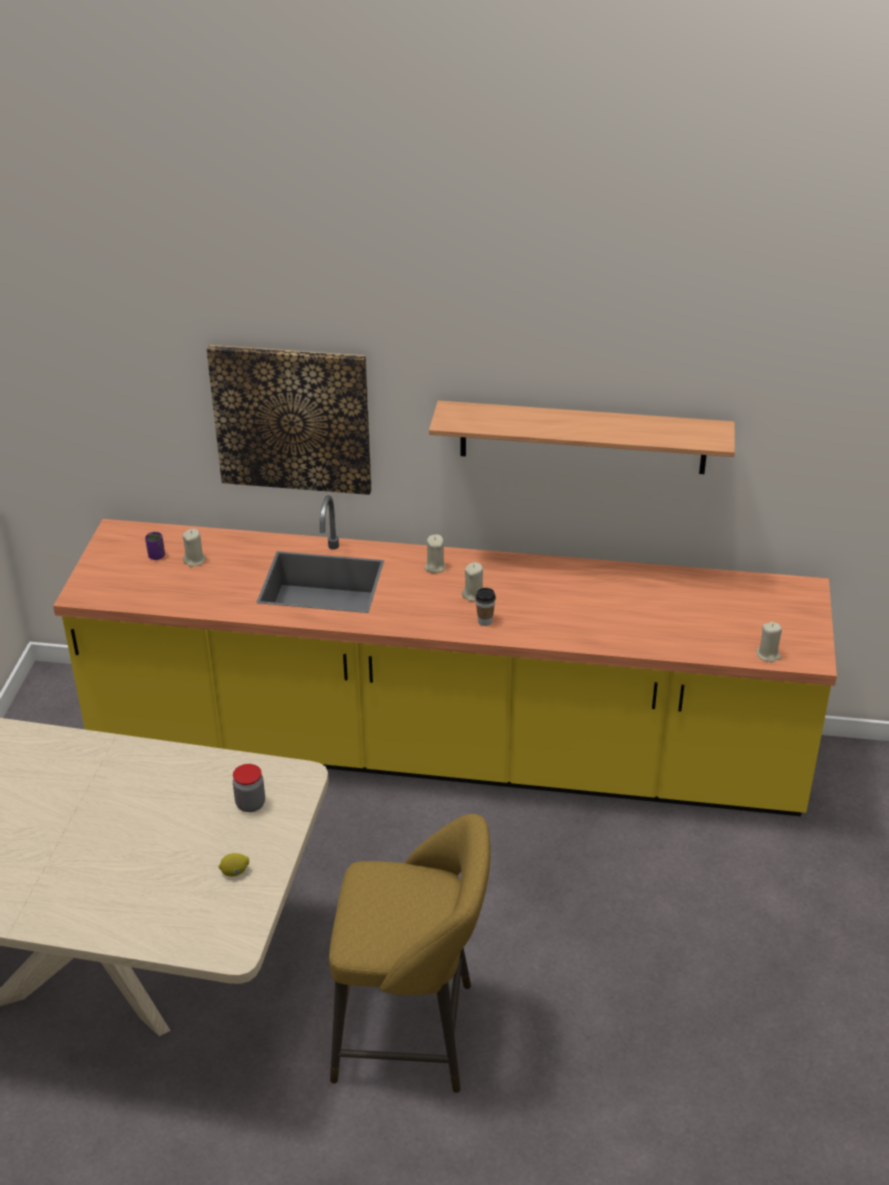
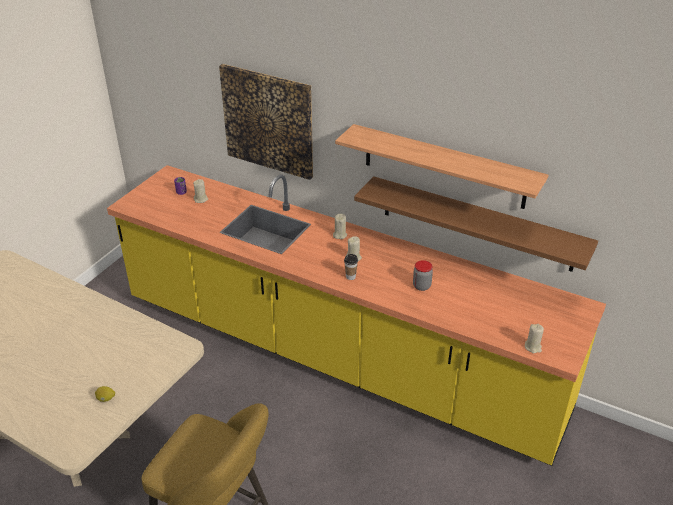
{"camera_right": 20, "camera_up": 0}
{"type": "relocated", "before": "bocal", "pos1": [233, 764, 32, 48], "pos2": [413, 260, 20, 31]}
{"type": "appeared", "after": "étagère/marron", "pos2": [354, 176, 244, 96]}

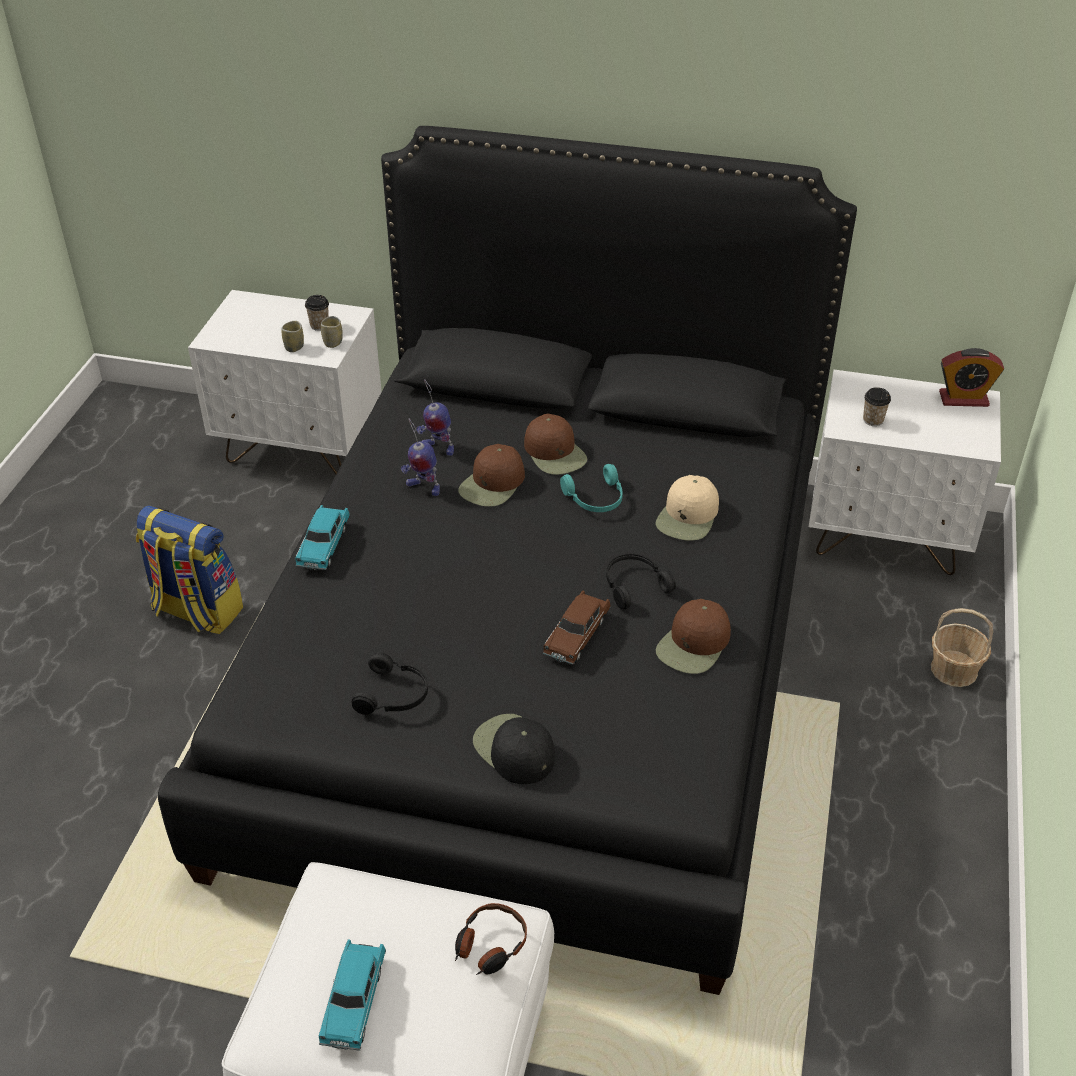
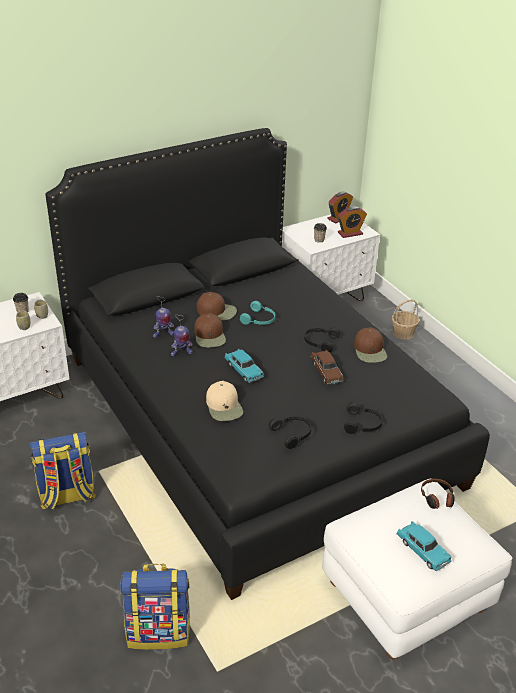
{"camera_right": -45, "camera_up": -5}
{"type": "relocated", "before": "petite voiture/turquoise", "pos1": [295, 505, 55, 65], "pos2": [224, 349, 40, 34]}
{"type": "exchanged", "before": "casquette/noir", "after": "casque audio/noir", "pos1": [473, 714, 82, 70], "pos2": [344, 402, 39, 32]}
{"type": "relocated", "before": "casquette/beige", "pos1": [656, 475, 63, 66], "pos2": [206, 381, 37, 40]}
{"type": "appeared", "after": "sac à dos", "pos2": [120, 564, 70, 86]}
{"type": "appeared", "after": "réveil", "pos2": [338, 206, 29, 32]}

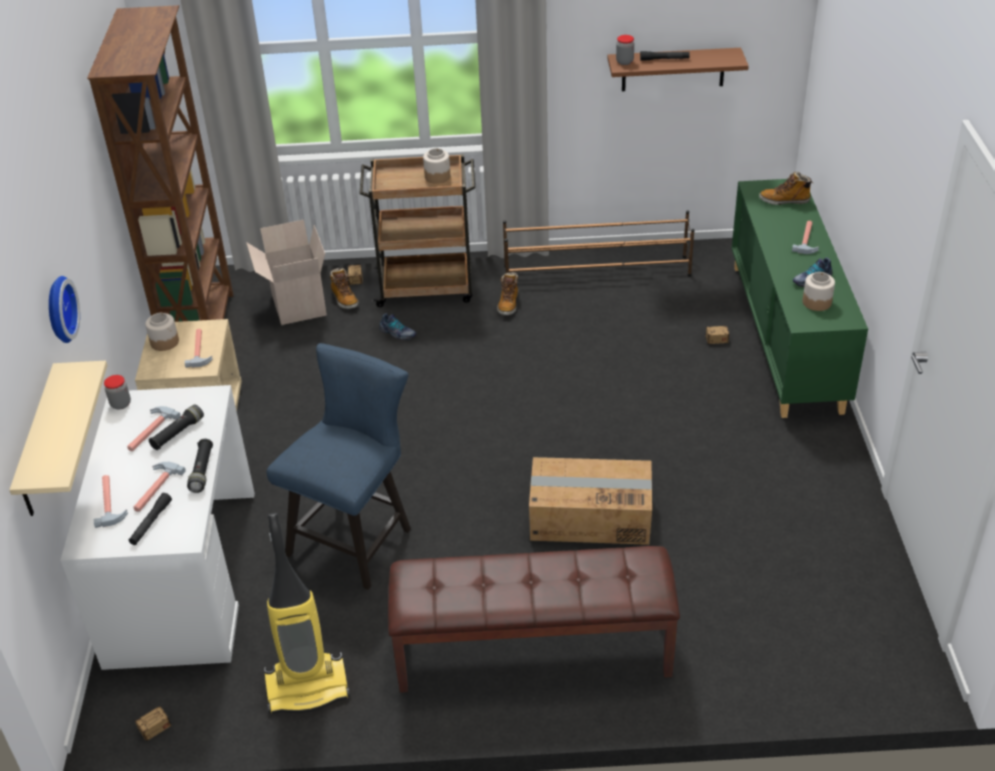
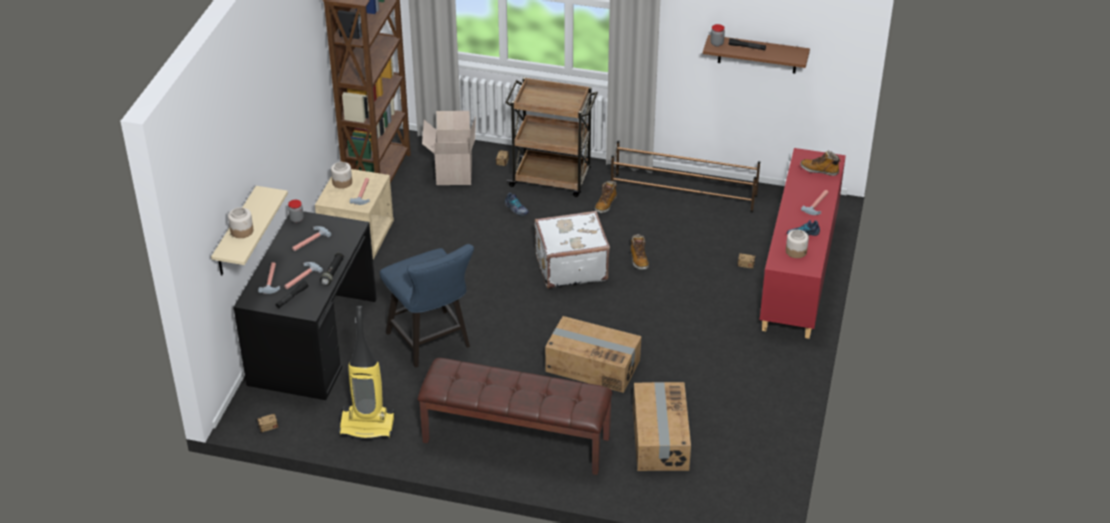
{"camera_right": 15, "camera_up": 0}
{"type": "missing", "before": "horloge murale", "pos1": [49, 276, 31, 67]}
{"type": "colour", "before": "bureau/blanc", "after": "bureau/noir", "pos1": [60, 385, 195, 285], "pos2": [233, 211, 144, 189]}
{"type": "missing", "before": "lampe de poche/noir", "pos1": [149, 405, 55, 45]}
{"type": "spun", "before": "chaise/bleu", "pos1": [267, 343, 144, 247], "pos2": [380, 244, 94, 124], "turn": 105}
{"type": "relocated", "before": "botte", "pos1": [330, 268, 28, 41], "pos2": [630, 234, 19, 36]}
{"type": "relocated", "before": "bocal", "pos1": [423, 148, 27, 36], "pos2": [228, 207, 25, 31]}
{"type": "colour", "before": "meuble de rangement/vert", "after": "meuble de rangement/rouge", "pos1": [731, 179, 137, 239], "pos2": [759, 148, 87, 191]}
{"type": "appeared", "after": "valise/blanc", "pos2": [534, 211, 76, 78]}
{"type": "appeared", "after": "carton", "pos2": [633, 382, 58, 89]}

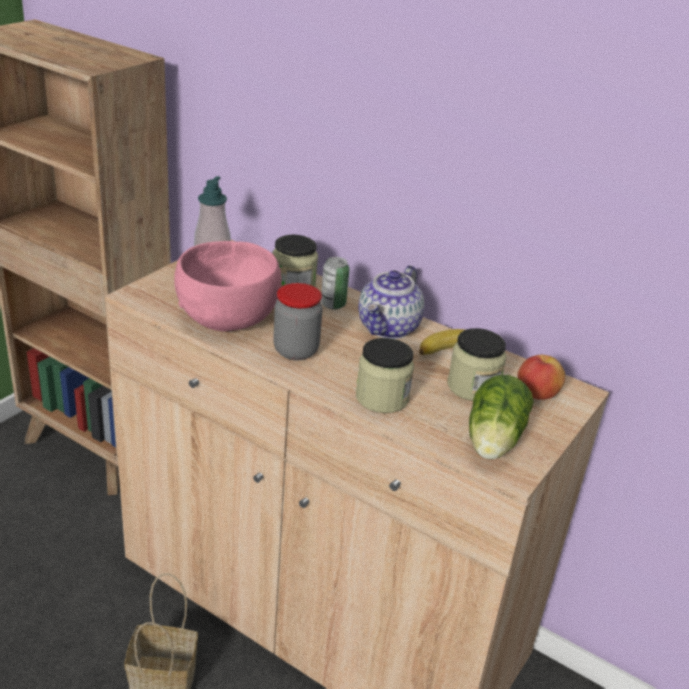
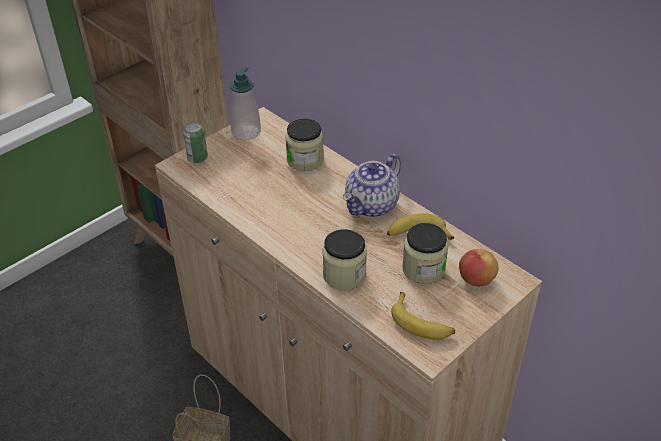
{"camera_right": 15, "camera_up": 10}
{"type": "missing", "before": "bol/rose", "pos1": [174, 241, 108, 91]}
{"type": "missing", "before": "bocal", "pos1": [273, 283, 50, 77]}
{"type": "relocated", "before": "boîte métallique", "pos1": [321, 257, 28, 53], "pos2": [183, 122, 25, 41]}
{"type": "exchanged", "before": "laitue", "after": "banane", "pos1": [469, 375, 65, 85], "pos2": [391, 292, 64, 48]}

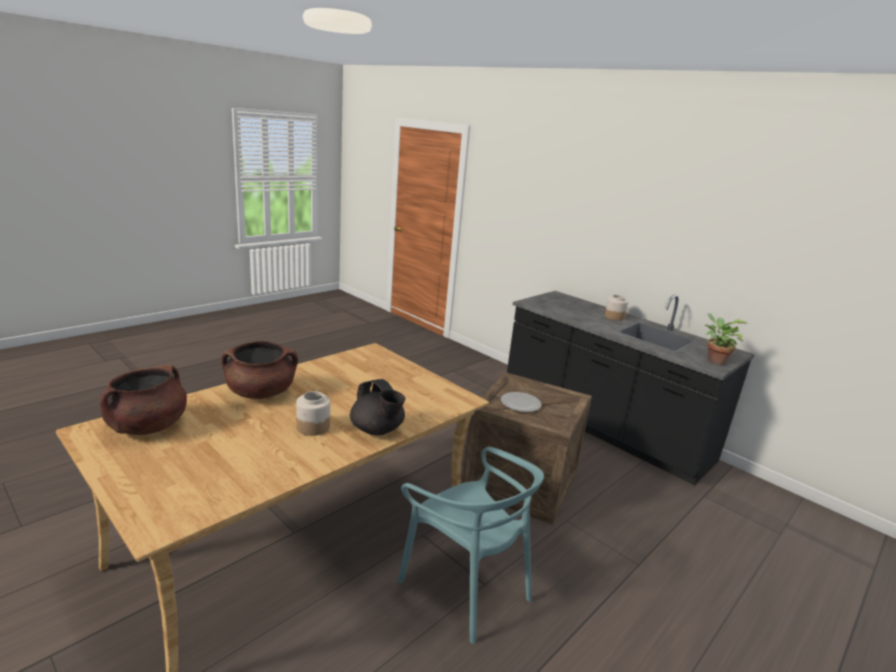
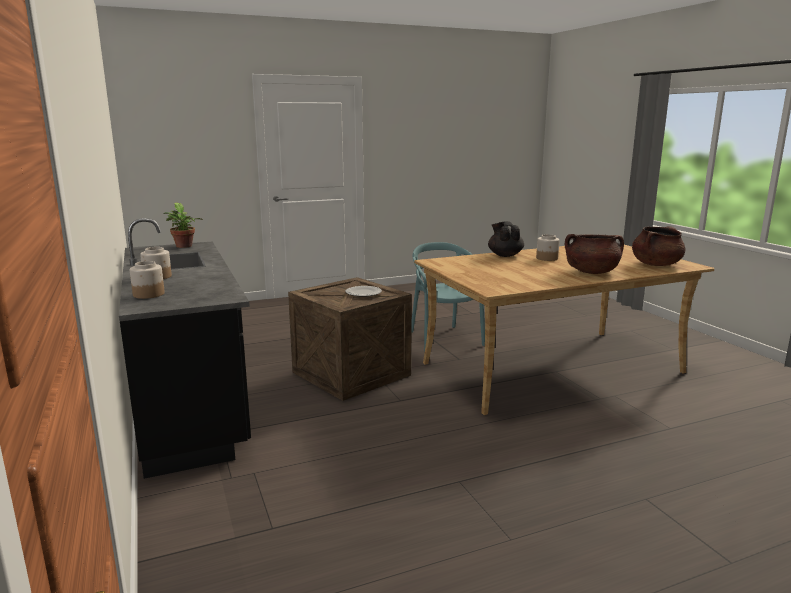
{"camera_right": -155, "camera_up": -5}
{"type": "appeared", "after": "bocal", "pos2": [130, 261, 35, 38]}

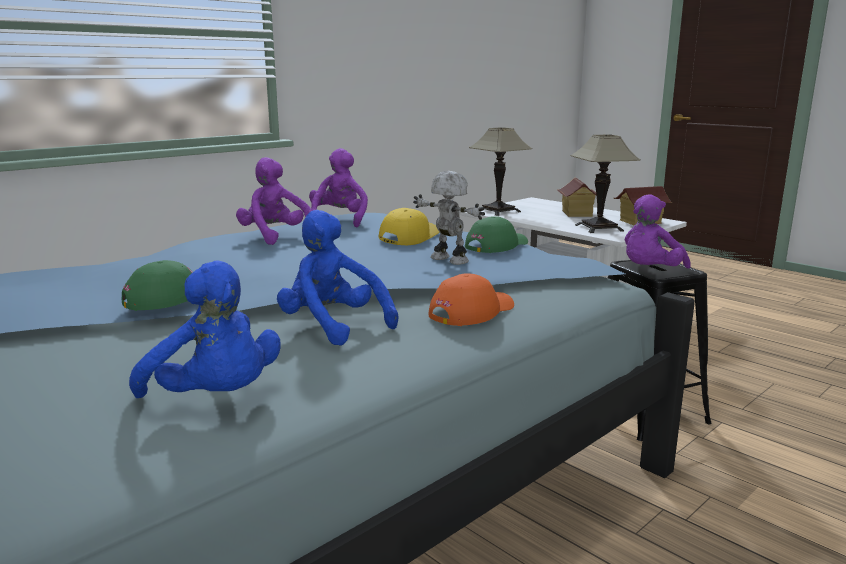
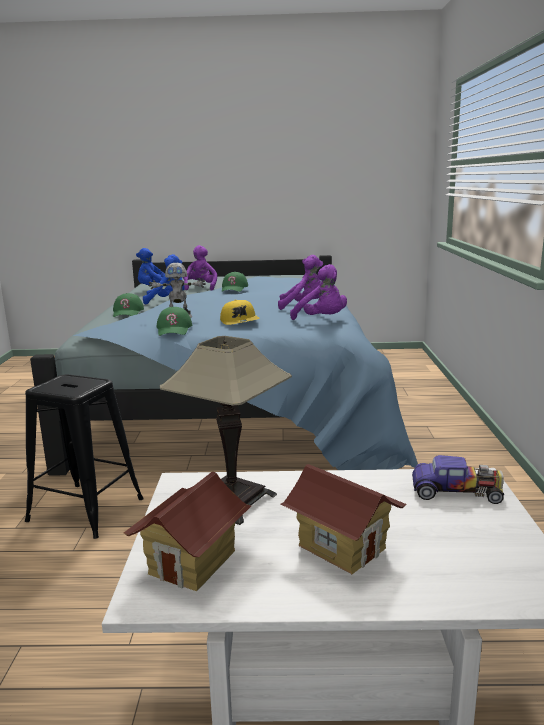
{"camera_right": 135, "camera_up": 0}
{"type": "colour", "before": "casquette/orange", "after": "casquette/vert", "pos1": [428, 274, 86, 52], "pos2": [113, 293, 31, 24]}
{"type": "exchanged", "before": "lampe de table", "after": "petite voiture", "pos1": [469, 127, 63, 89], "pos2": [412, 455, 92, 49]}
{"type": "relocated", "before": "peluche/violet", "pos1": [624, 195, 67, 74], "pos2": [182, 245, 35, 45]}

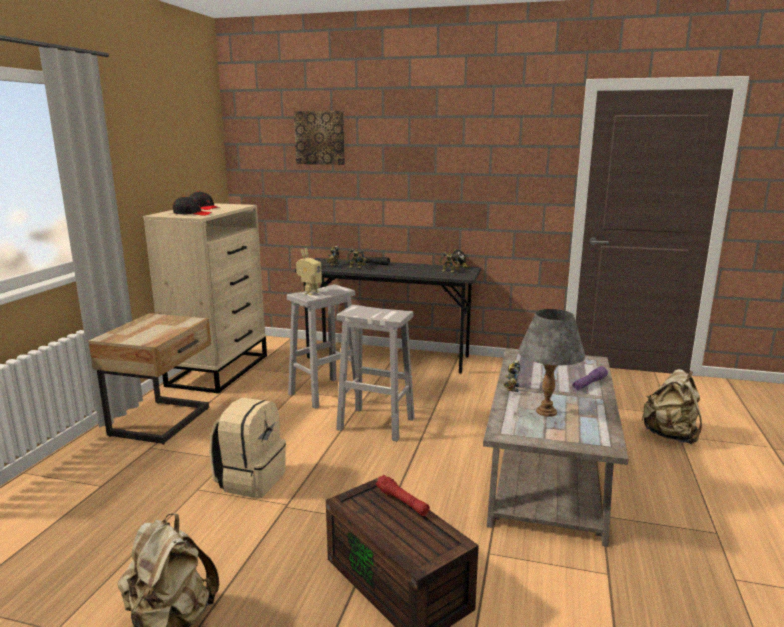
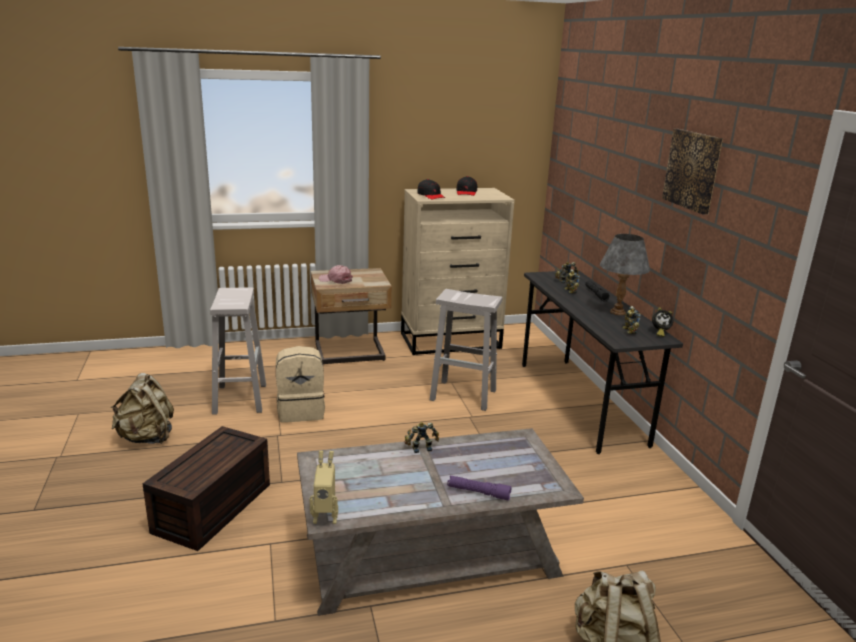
{"camera_right": 60, "camera_up": 5}
{"type": "relocated", "before": "tableau", "pos1": [294, 111, 51, 54], "pos2": [662, 129, 61, 86]}
{"type": "relocated", "before": "robot jouet", "pos1": [296, 248, 26, 47], "pos2": [310, 451, 28, 73]}
{"type": "relocated", "before": "tabouret/blanc", "pos1": [336, 305, 79, 136], "pos2": [210, 287, 56, 128]}
{"type": "missing", "before": "lampe de poche/rouge", "pos1": [376, 475, 54, 41]}
{"type": "relocated", "before": "lampe de table/gris", "pos1": [518, 309, 67, 107], "pos2": [600, 234, 50, 81]}
{"type": "appeared", "after": "casquette/rose", "pos2": [319, 265, 34, 19]}

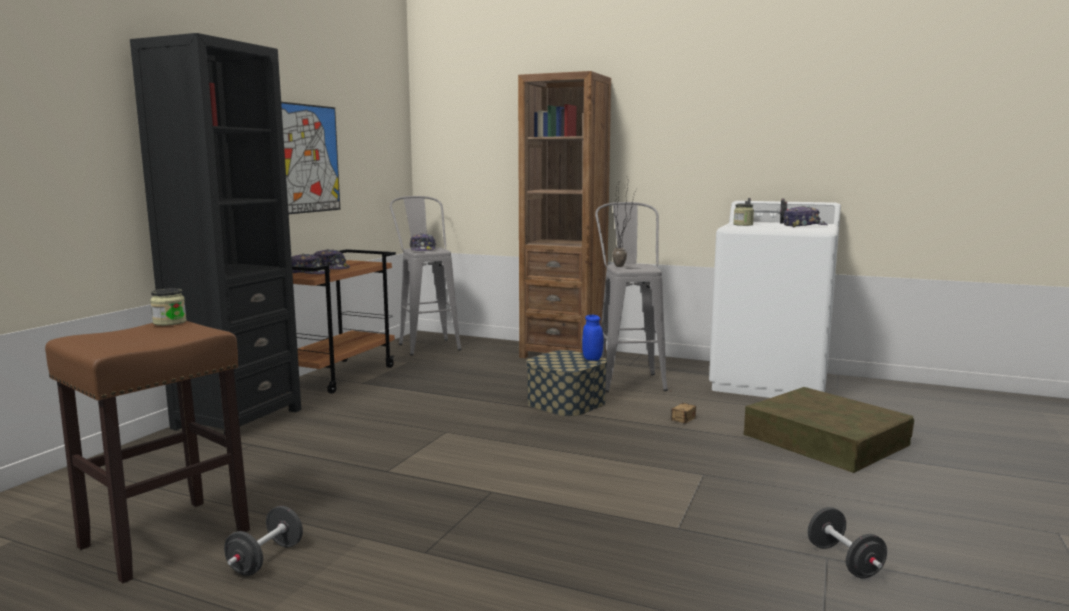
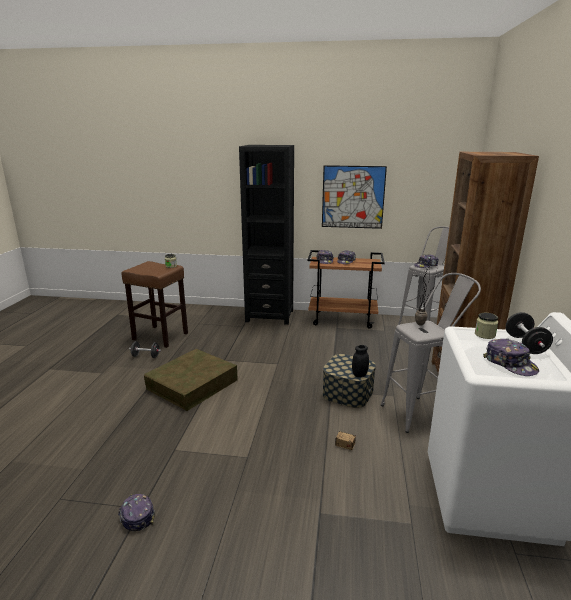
{"camera_right": 75, "camera_up": 10}
{"type": "colour", "before": "bocal/bleu", "after": "bocal/noir", "pos1": [582, 315, 21, 46], "pos2": [352, 345, 17, 32]}
{"type": "relocated", "before": "boîte de rangement/marron", "pos1": [744, 387, 170, 86], "pos2": [144, 349, 94, 62]}
{"type": "exchanged", "before": "haltère/noir", "after": "casquette", "pos1": [807, 507, 80, 72], "pos2": [118, 494, 37, 37]}

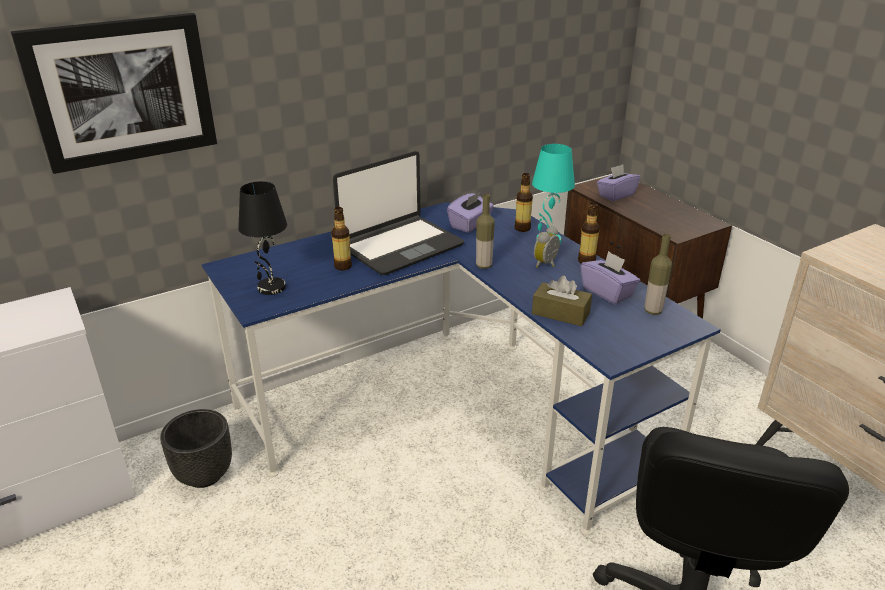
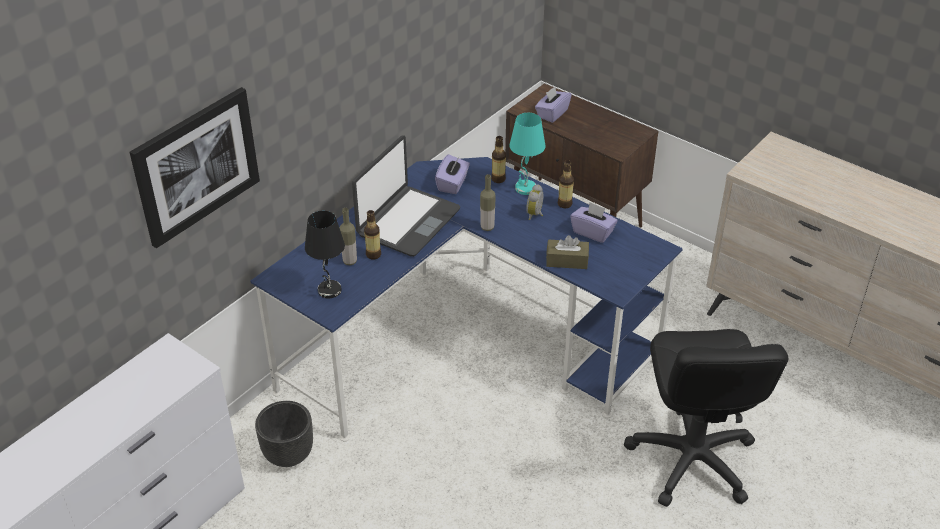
{"camera_right": -20, "camera_up": 10}
{"type": "relocated", "before": "bouteille", "pos1": [644, 234, 28, 81], "pos2": [339, 208, 18, 57]}

